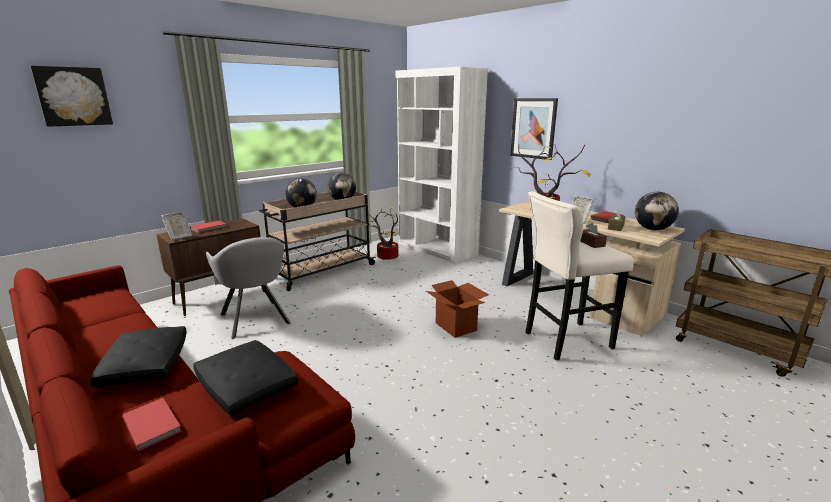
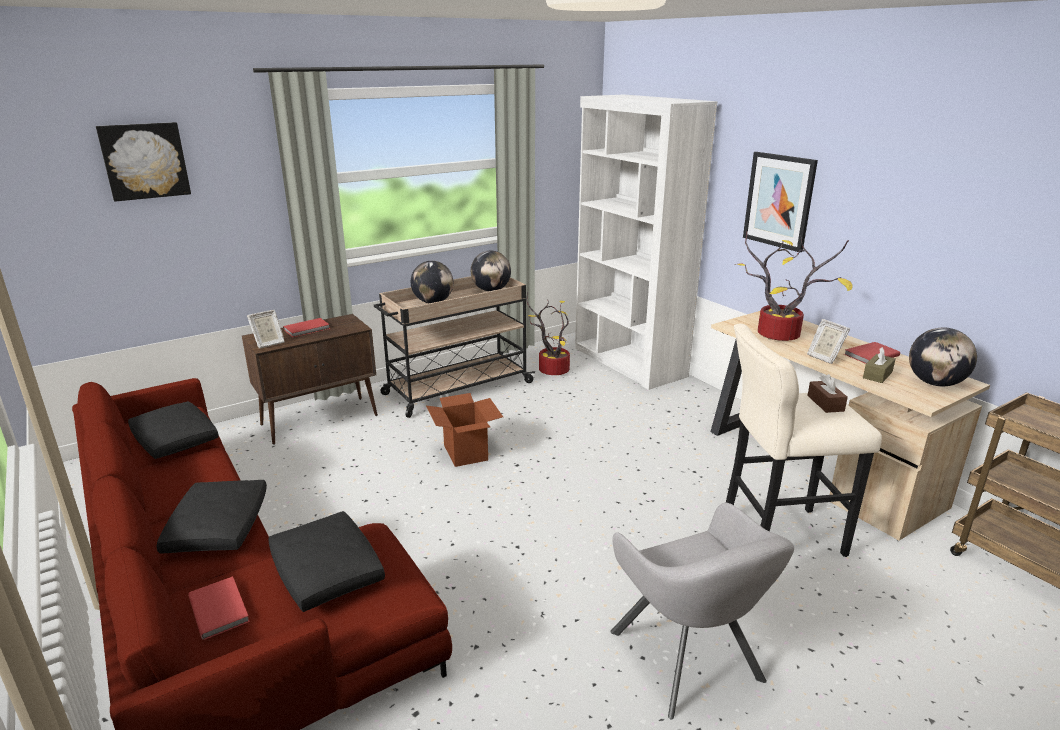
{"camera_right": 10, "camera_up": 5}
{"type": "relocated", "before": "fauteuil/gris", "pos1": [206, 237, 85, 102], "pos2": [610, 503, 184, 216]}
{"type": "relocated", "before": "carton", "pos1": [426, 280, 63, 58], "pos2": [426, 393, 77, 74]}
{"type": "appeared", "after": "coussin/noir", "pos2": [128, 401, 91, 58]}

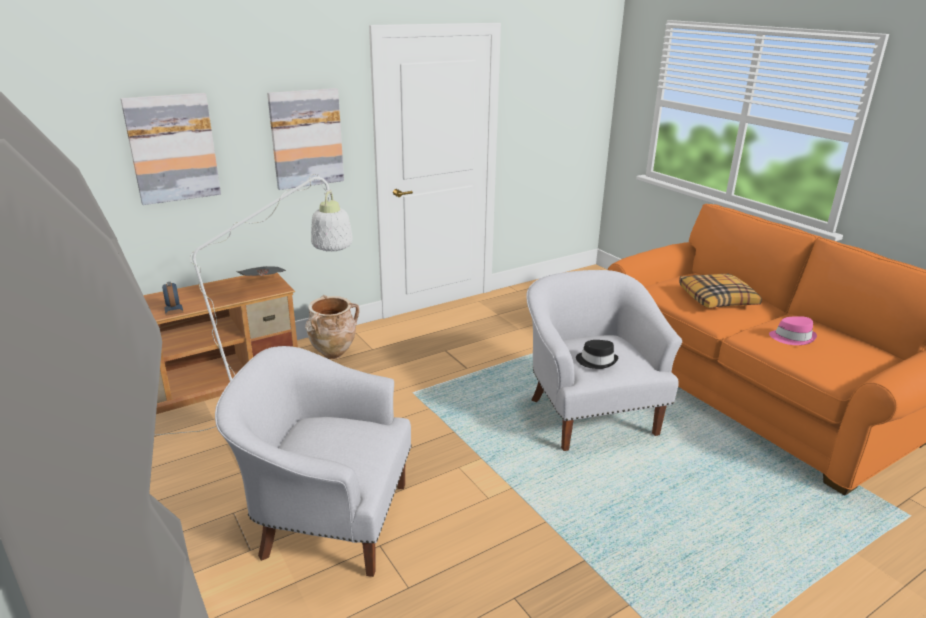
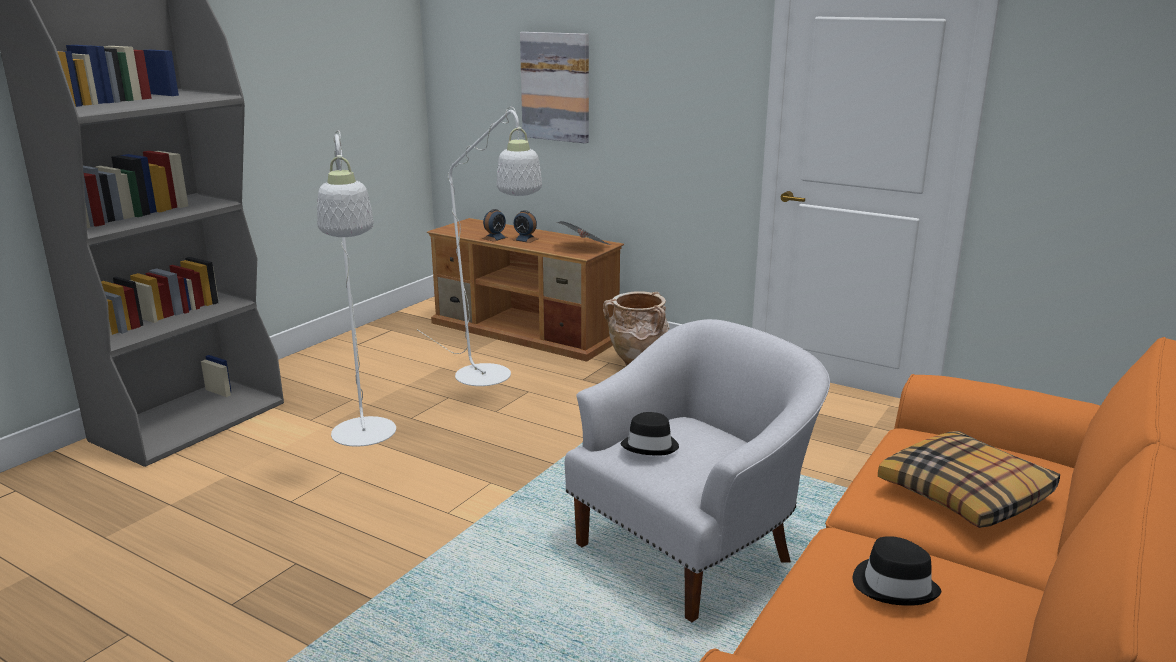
{"camera_right": 65, "camera_up": -5}
{"type": "exchanged", "before": "fauteuil/blanc", "after": "lampadaire/blanc", "pos1": [215, 346, 197, 231], "pos2": [317, 131, 79, 316]}
{"type": "missing", "before": "tableau", "pos1": [267, 88, 77, 102]}
{"type": "colour", "before": "chapeau/rose", "after": "chapeau/noir", "pos1": [769, 316, 48, 29], "pos2": [853, 536, 88, 70]}
{"type": "appeared", "after": "réveil", "pos2": [513, 210, 25, 33]}

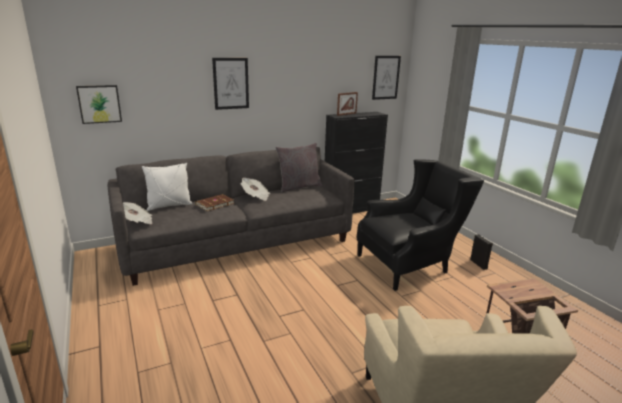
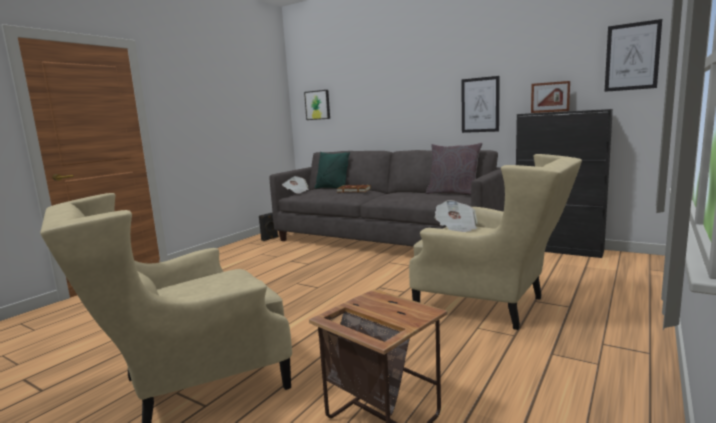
{"camera_right": 60, "camera_up": -10}
{"type": "colour", "before": "coussin/blanc", "after": "coussin/vert", "pos1": [142, 163, 51, 48], "pos2": [315, 152, 35, 37]}
{"type": "relocated", "before": "tableau", "pos1": [212, 58, 37, 52], "pos2": [461, 76, 39, 57]}
{"type": "relocated", "before": "journal", "pos1": [241, 178, 29, 23], "pos2": [434, 200, 43, 32]}
{"type": "colour", "before": "fauteuil/noir", "after": "fauteuil/beige", "pos1": [357, 159, 127, 132], "pos2": [409, 154, 173, 176]}
{"type": "relocated", "before": "enceinte/noir", "pos1": [470, 234, 23, 36], "pos2": [259, 212, 19, 29]}

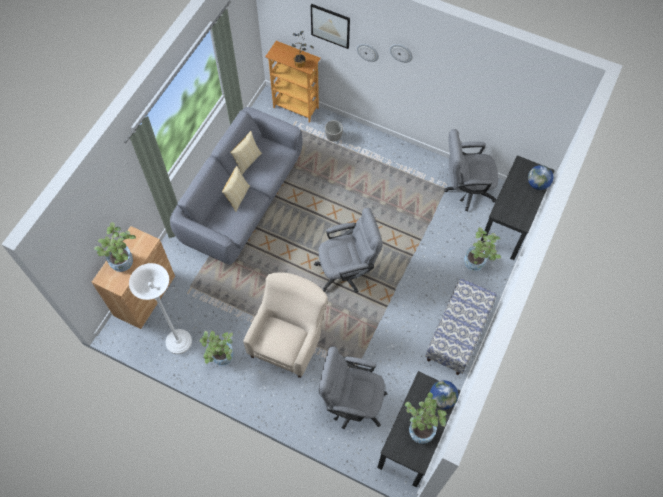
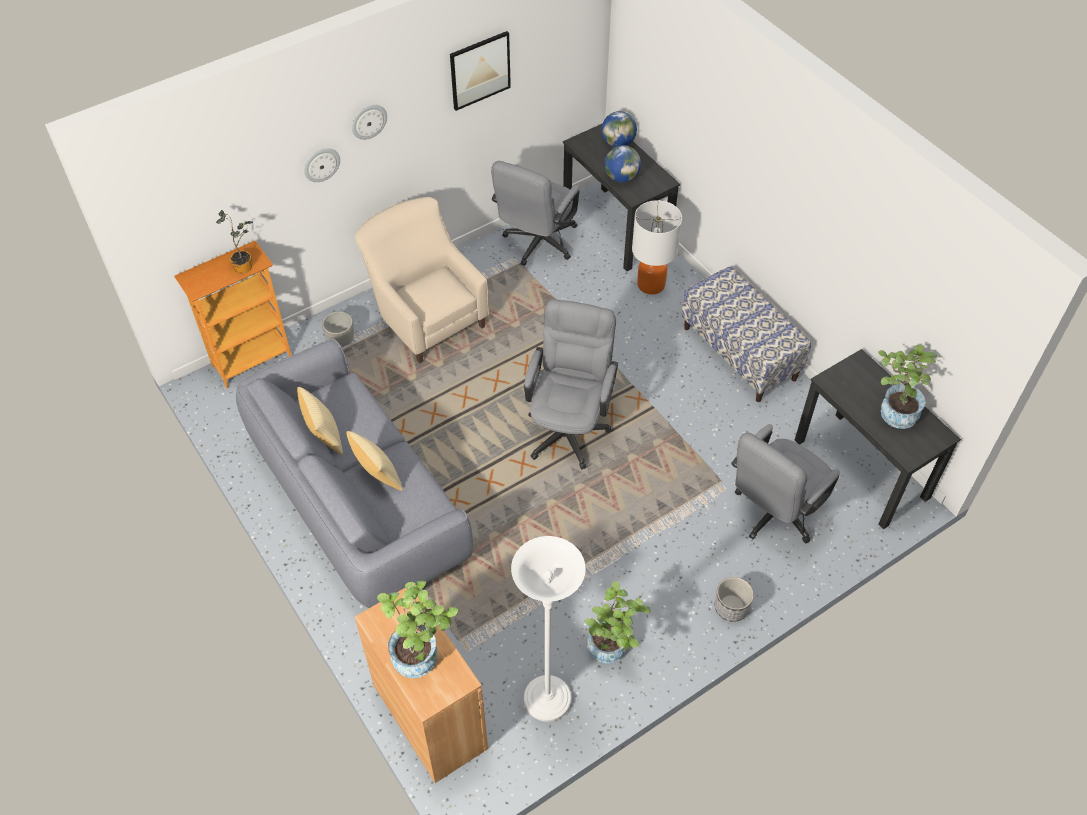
{"camera_right": -60, "camera_up": -10}
{"type": "relocated", "before": "fauteuil/beige", "pos1": [243, 272, 85, 106], "pos2": [355, 197, 134, 166]}
{"type": "relocated", "before": "tableau", "pos1": [311, 4, 39, 45], "pos2": [450, 31, 61, 80]}
{"type": "relocated", "before": "globe", "pos1": [430, 380, 28, 29], "pos2": [604, 145, 37, 38]}
{"type": "exchanged", "before": "plante en pot", "after": "lampe de table", "pos1": [464, 227, 37, 44], "pos2": [632, 200, 50, 95]}
{"type": "appeared", "after": "cache-pot", "pos2": [715, 577, 39, 45]}

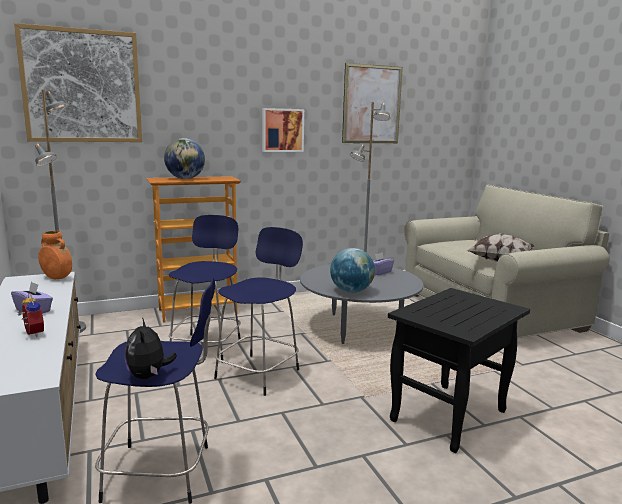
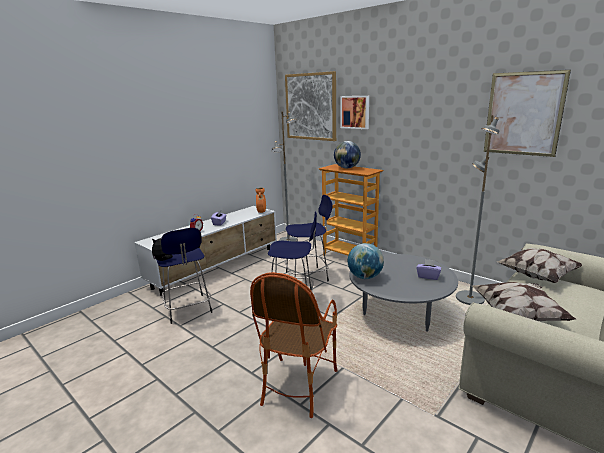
{"camera_right": 65, "camera_up": 5}
{"type": "relocated", "before": "tableau", "pos1": [262, 108, 42, 44], "pos2": [340, 96, 29, 33]}
{"type": "exchanged", "before": "table d'appoint/noir", "after": "fauteuil", "pos1": [388, 288, 142, 165], "pos2": [250, 272, 88, 146]}
{"type": "appeared", "after": "coussin", "pos2": [497, 247, 85, 36]}

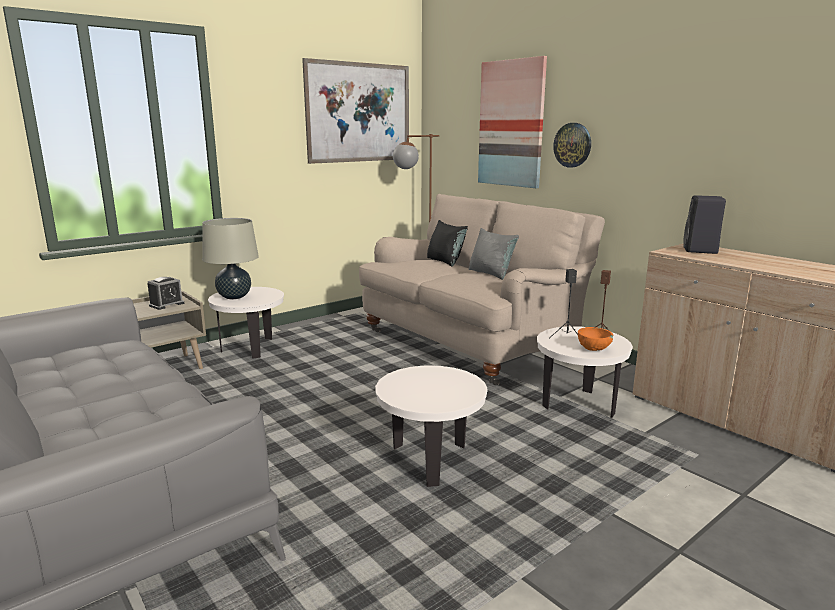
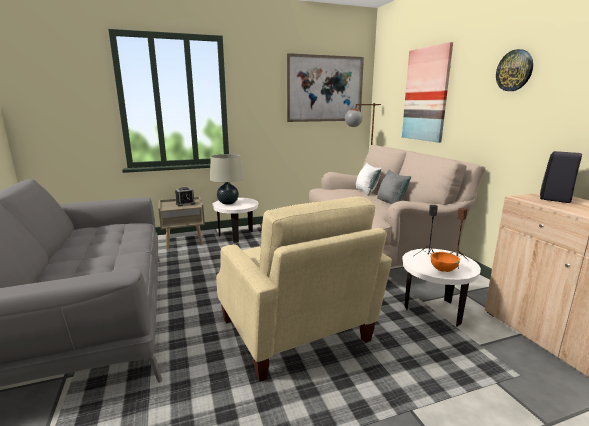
{"camera_right": 20, "camera_up": 0}
{"type": "exchanged", "before": "table d'appoint/blanc", "after": "fauteuil/beige", "pos1": [375, 365, 113, 122], "pos2": [216, 196, 176, 186]}
{"type": "colour", "before": "coussin/noir", "after": "coussin/blanc", "pos1": [427, 220, 41, 47], "pos2": [356, 163, 26, 33]}
{"type": "relocated", "before": "horloge murale", "pos1": [553, 123, 38, 45], "pos2": [496, 49, 37, 42]}

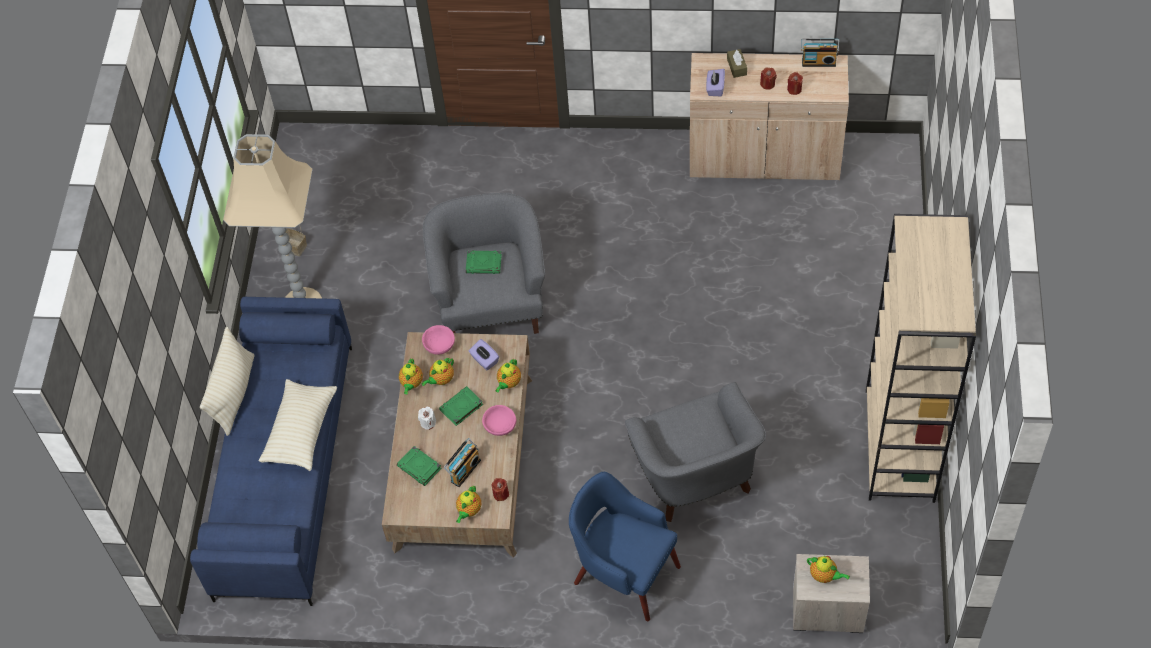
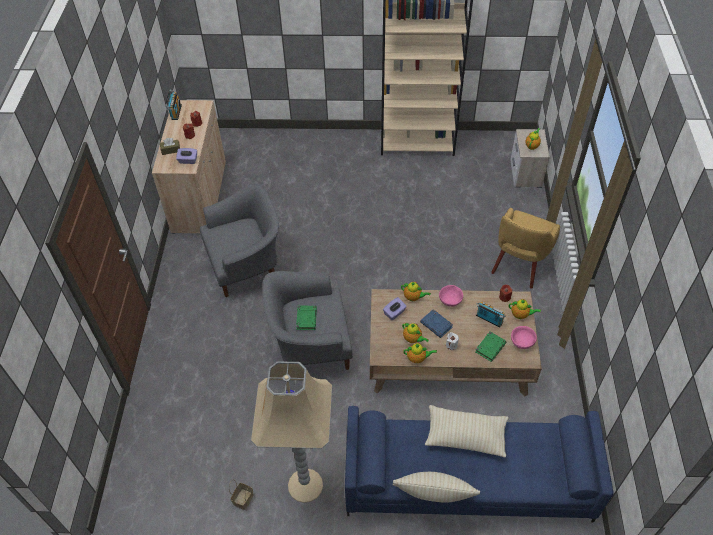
{"camera_right": -95, "camera_up": -5}
{"type": "relocated", "before": "bol/rose", "pos1": [422, 325, 33, 30], "pos2": [511, 326, 26, 23]}
{"type": "colour", "before": "livre/vert", "after": "livre/bleu", "pos1": [439, 386, 44, 40], "pos2": [420, 309, 33, 29]}
{"type": "colour", "before": "fauteuil/bleu", "after": "fauteuil/jaune", "pos1": [569, 472, 112, 149], "pos2": [491, 208, 69, 81]}
{"type": "relocated", "before": "fauteuil/gris", "pos1": [625, 382, 141, 140], "pos2": [200, 184, 79, 113]}

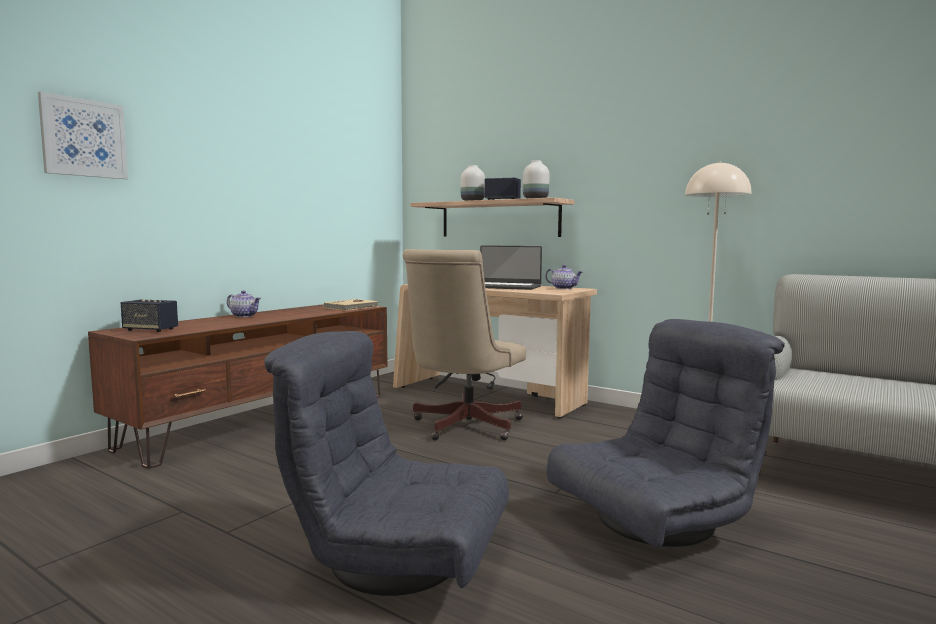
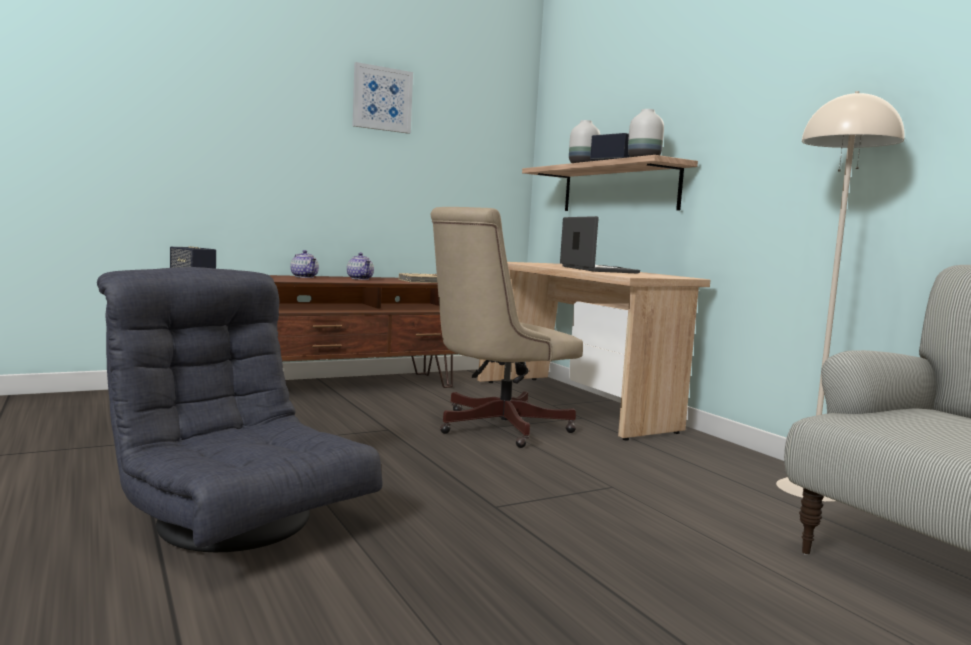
{"camera_right": 25, "camera_up": 0}
{"type": "relocated", "before": "tableau", "pos1": [38, 92, 90, 87], "pos2": [353, 62, 60, 72]}
{"type": "spun", "before": "ordinateur portable", "pos1": [480, 245, 62, 45], "pos2": [560, 216, 80, 58], "turn": -150}
{"type": "relocated", "before": "théière", "pos1": [545, 265, 37, 24], "pos2": [347, 253, 27, 27]}
{"type": "missing", "before": "fauteuil/gris", "pos1": [547, 319, 238, 229]}

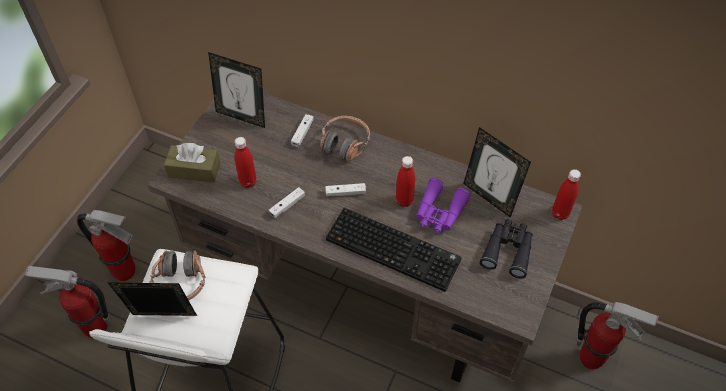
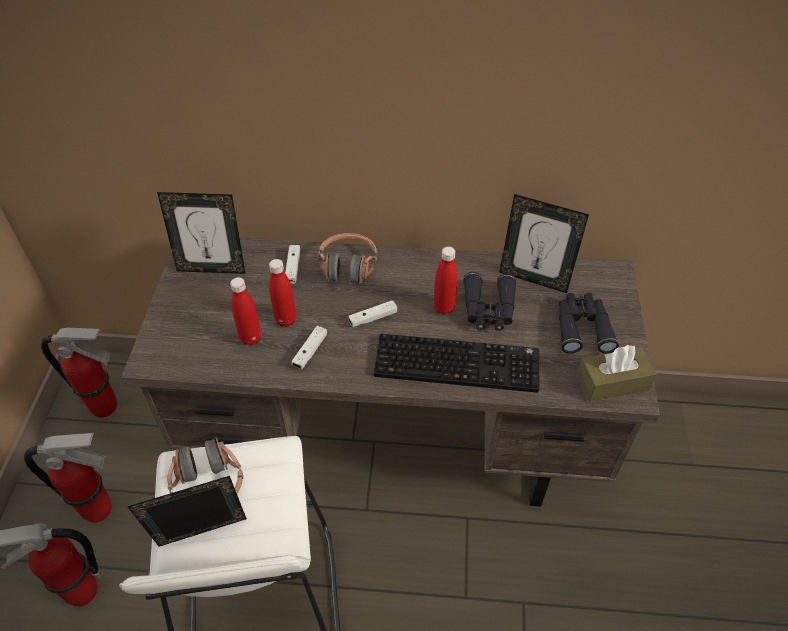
{"camera_right": -20, "camera_up": -5}
{"type": "relocated", "before": "boîte à mouchoirs/marron", "pos1": [164, 143, 56, 40], "pos2": [576, 345, 81, 56]}
{"type": "colour", "before": "jumelles/violet", "after": "jumelles/noir", "pos1": [416, 178, 55, 55], "pos2": [463, 272, 54, 59]}
{"type": "relocated", "before": "bouteille/rouge", "pos1": [552, 169, 29, 51], "pos2": [269, 259, 27, 68]}
{"type": "relocated", "before": "extincteur", "pos1": [577, 302, 82, 67], "pos2": [41, 328, 76, 90]}

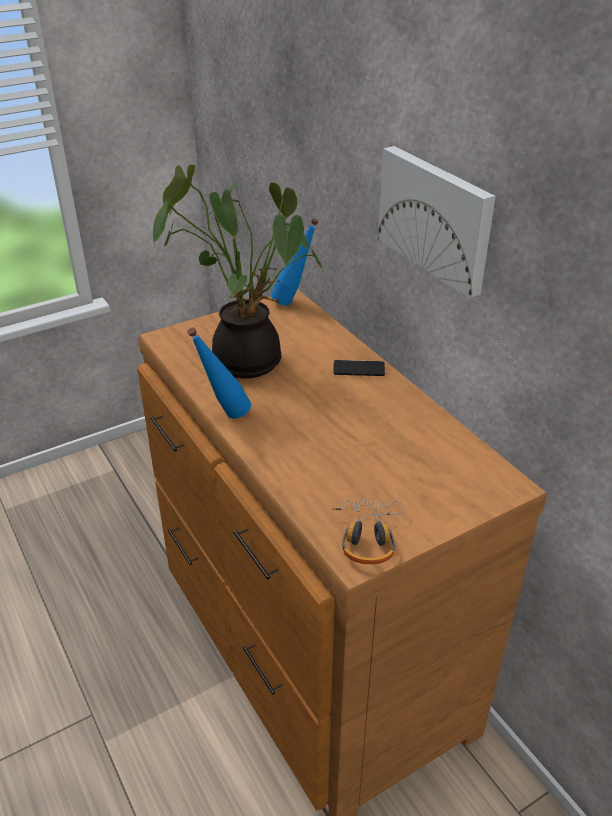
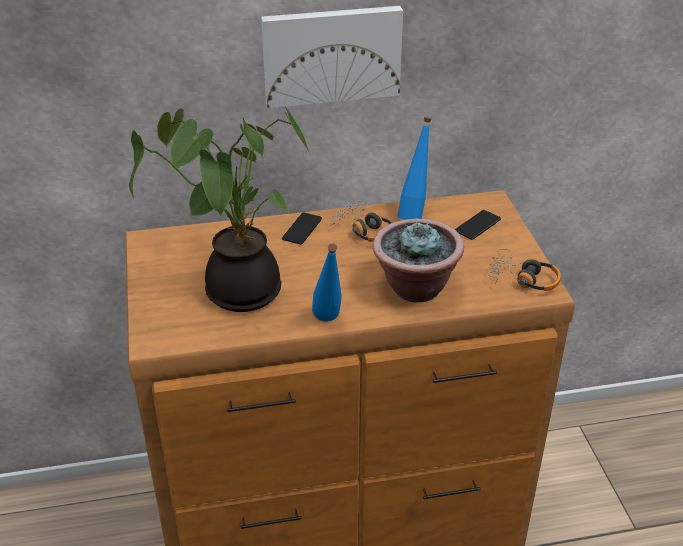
{"camera_right": -70, "camera_up": 0}
{"type": "relocated", "before": "bouteille/bleu", "pos1": [271, 218, 48, 88], "pos2": [397, 117, 34, 103]}
{"type": "appeared", "after": "casque audio", "pos2": [330, 201, 62, 41]}
{"type": "appeared", "after": "plante en pot", "pos2": [373, 219, 91, 83]}
{"type": "appeared", "after": "téléphone", "pos2": [455, 210, 46, 30]}

